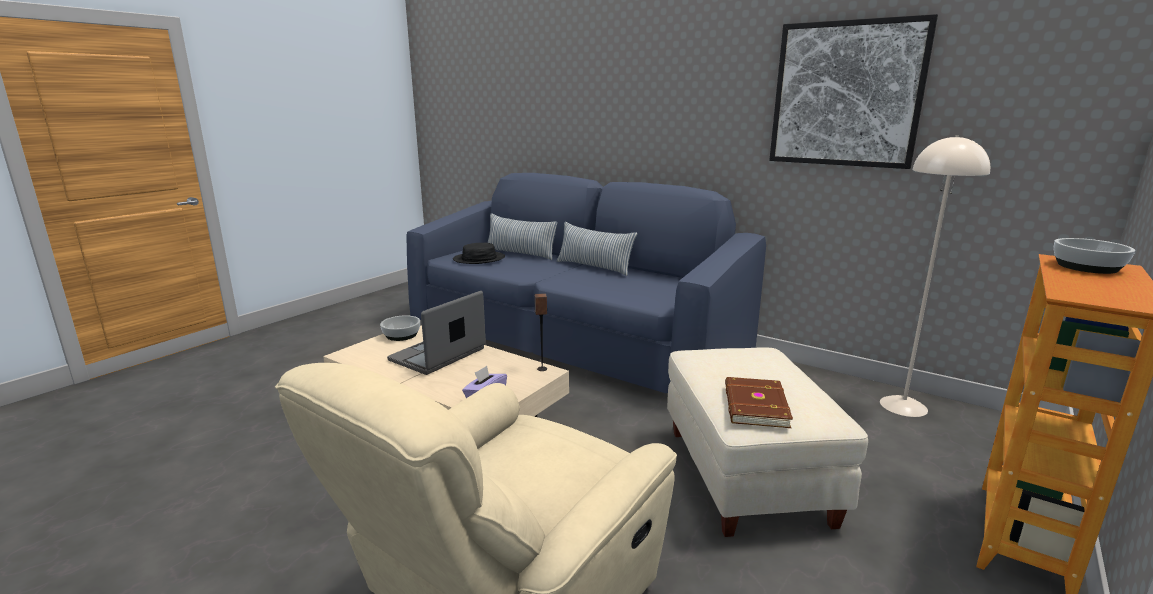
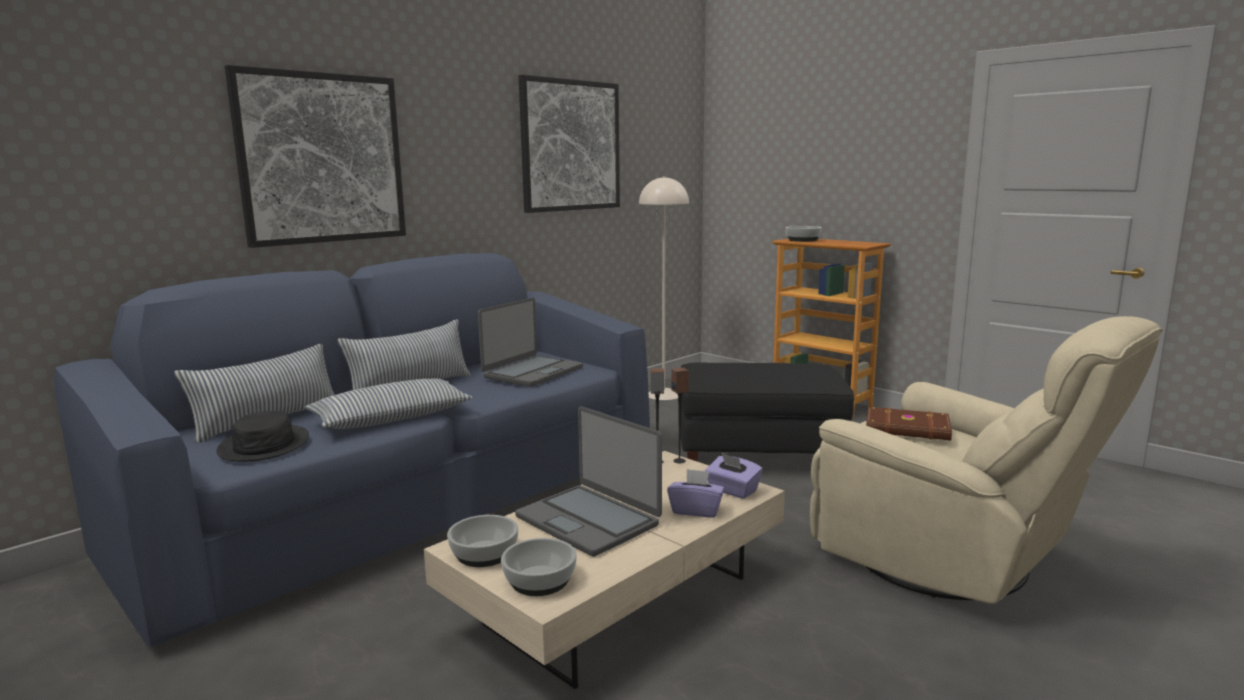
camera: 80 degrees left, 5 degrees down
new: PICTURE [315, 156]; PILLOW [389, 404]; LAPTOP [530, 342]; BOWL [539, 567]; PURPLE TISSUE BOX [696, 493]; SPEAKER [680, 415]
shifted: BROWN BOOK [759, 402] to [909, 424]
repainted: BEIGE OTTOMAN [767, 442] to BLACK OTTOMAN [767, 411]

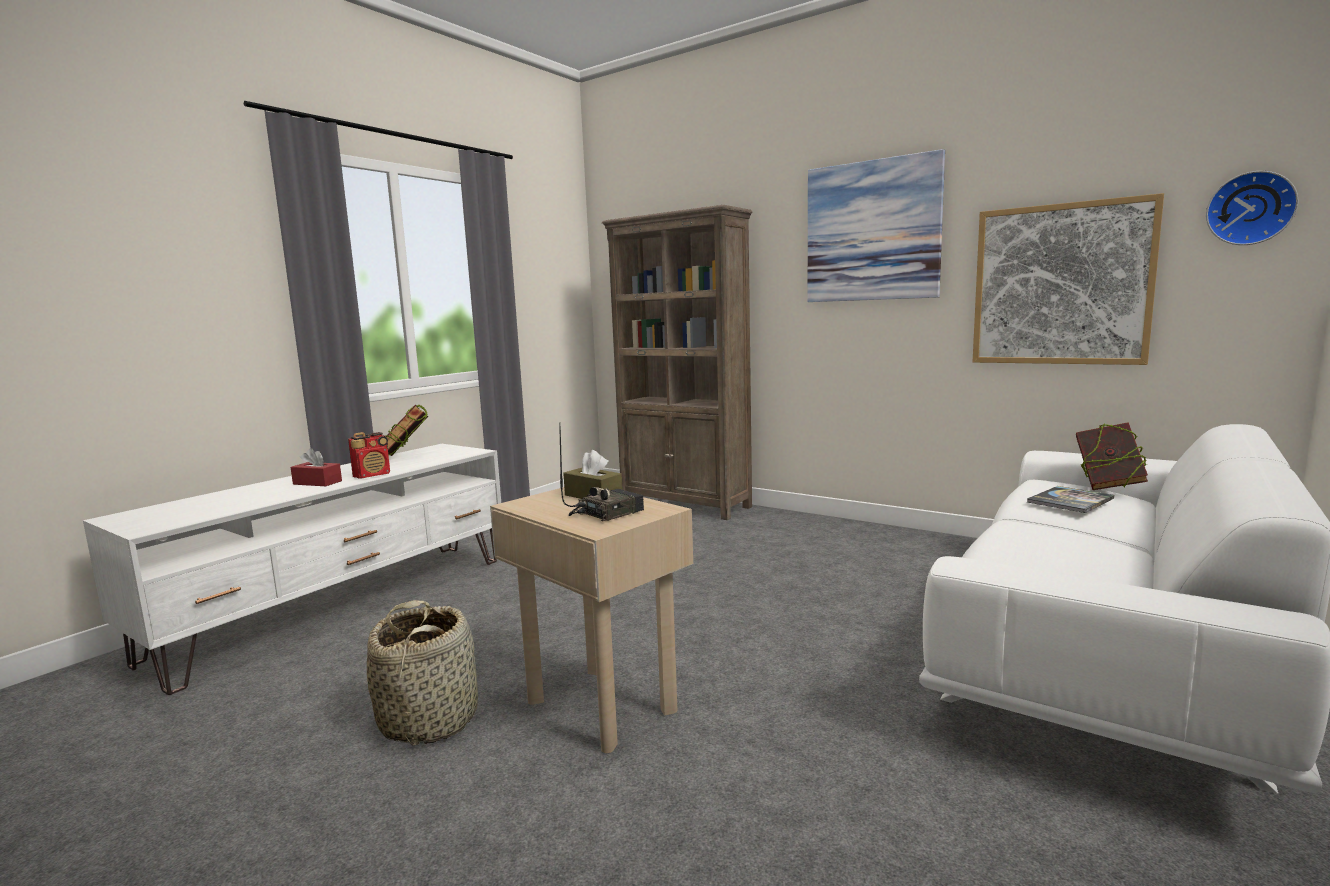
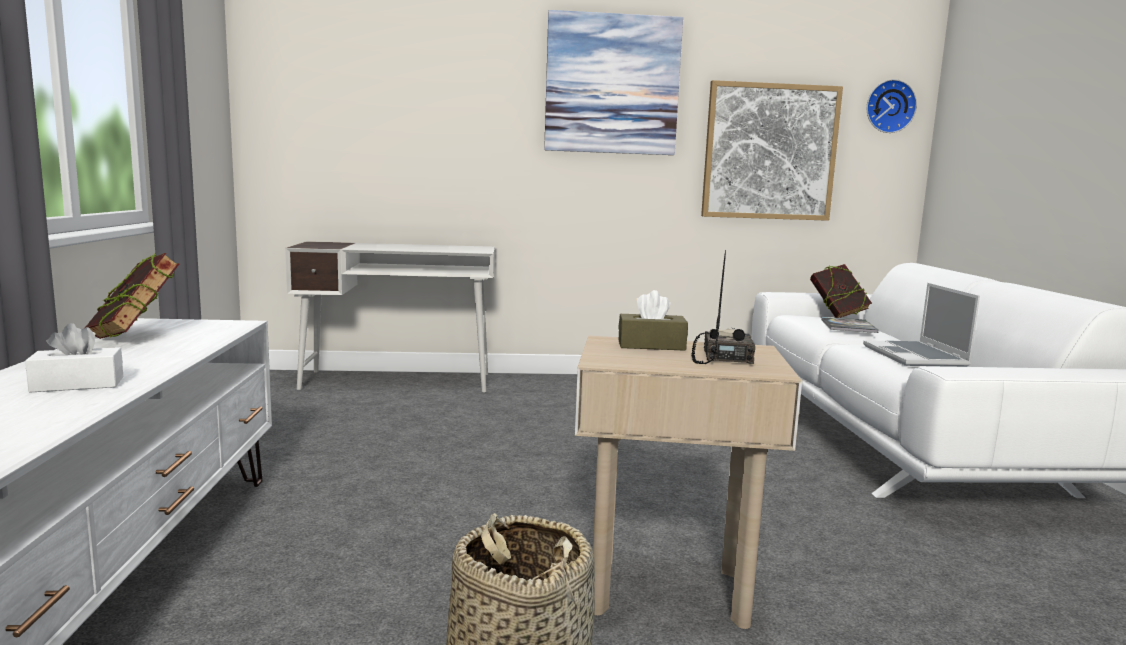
camera: 40 degrees left, 0 degrees up
gone: RADIO [369, 455]
new: LAPTOP [921, 325]
swapped: BROWN BOOKCASE [677, 362] to WHITE DESK [390, 316]
repainted: RED TISSUE BOX [316, 467] to WHITE TISSUE BOX [74, 357]

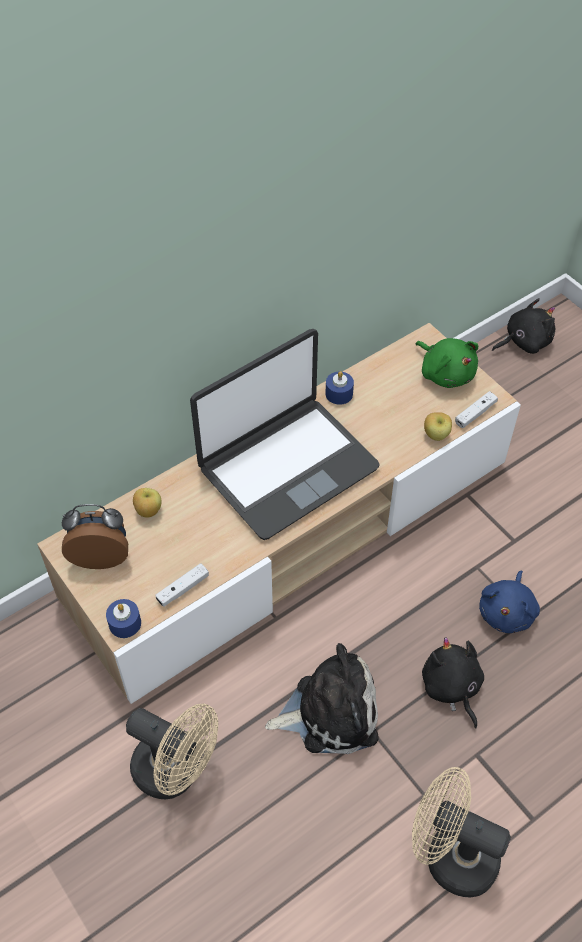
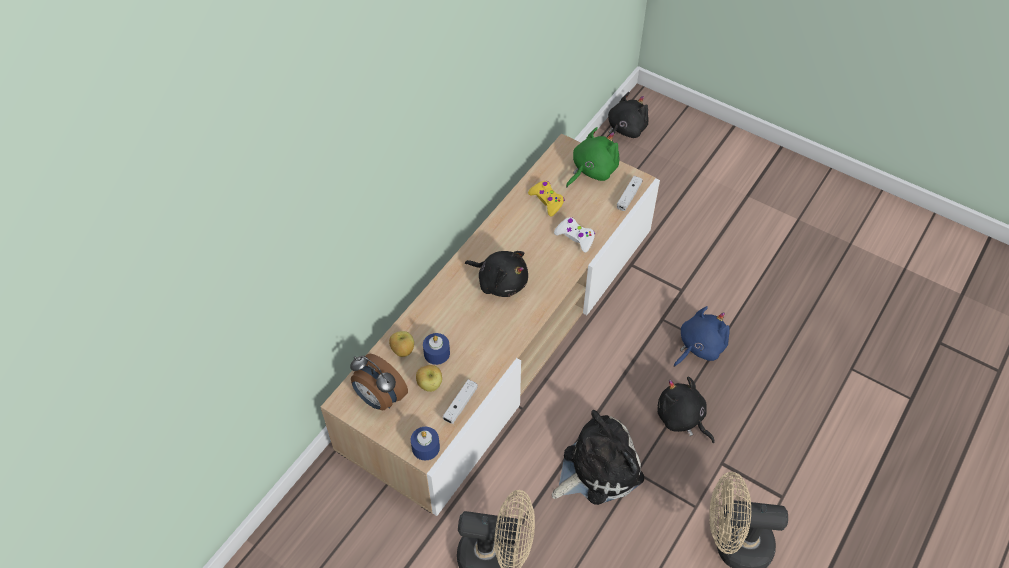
camera: 20 degrees left, 0 degrees up
new: YELLOW GAME CONTROLLER [546, 199]; WHITE GAME CONTROLLER [574, 235]
shifted: BLUE CANDLE [339, 388] to [436, 349]; APPLE [438, 426] to [429, 378]
swapped: LAPTOP [285, 434] to BLACK PLUSH TOY [496, 274]
rotated: ALARM CLOCK [95, 536] = [379, 382] 120 degrees counterclockwise; GREEN PLUSH TOY [447, 363] = [592, 157] 75 degrees counterclockwise; BLUE PLUSH TOY [509, 602] = [702, 336] 135 degrees counterclockwise

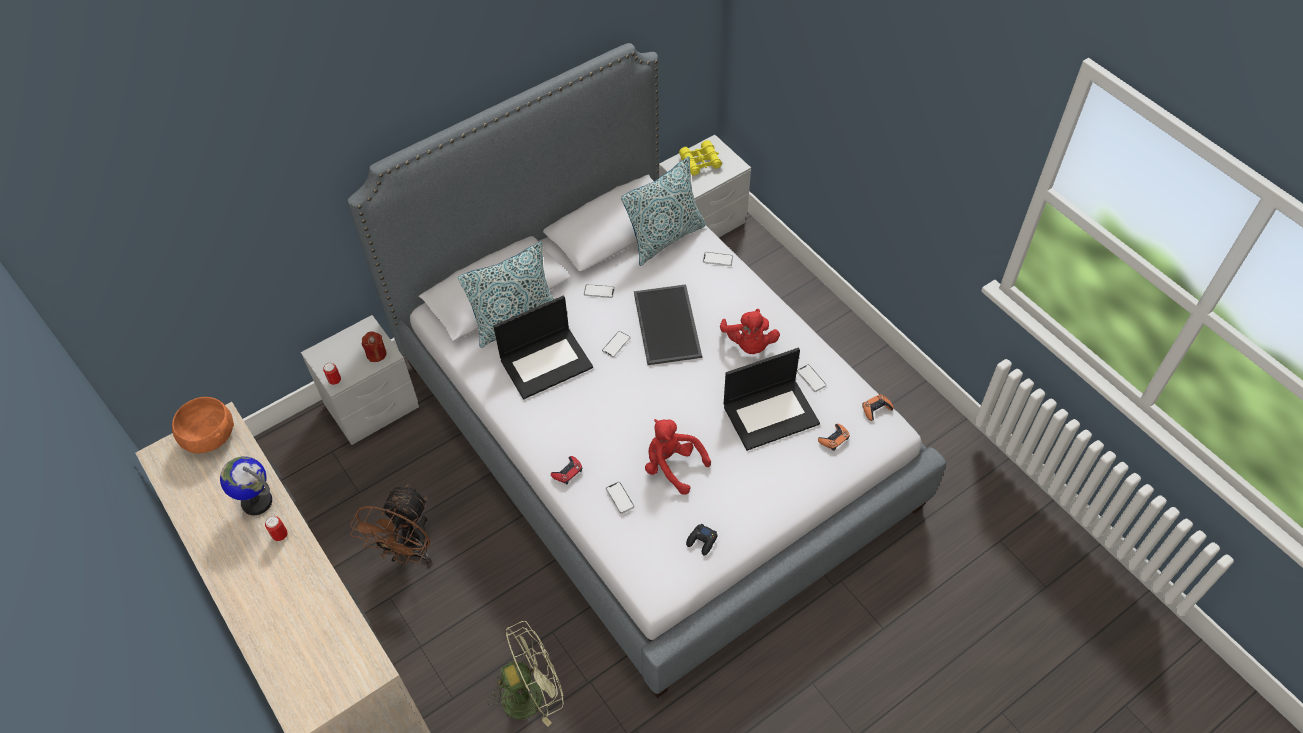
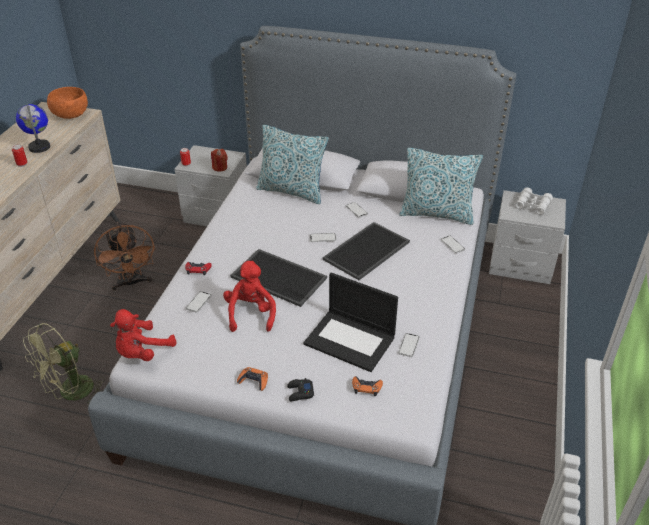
camera: 50 degrees right, 15 degrees down
gone: LAPTOP [543, 347]
new: TRAY [278, 278]
shifted: BLACK GAME CONTROLLER [702, 539] to [300, 389]; RED PLUSH TOY [750, 331] to [143, 335]; ORANGE GAME CONTROLLER [878, 407] to [252, 379]
repainted: YELLOW BINOCULARS [700, 158] to WHITE BINOCULARS [534, 201]
rotated: BROWN FAN [391, 524] = [124, 256] 90 degrees counterclockwise; GREEN FAN [525, 673] = [64, 363] 105 degrees clockwise

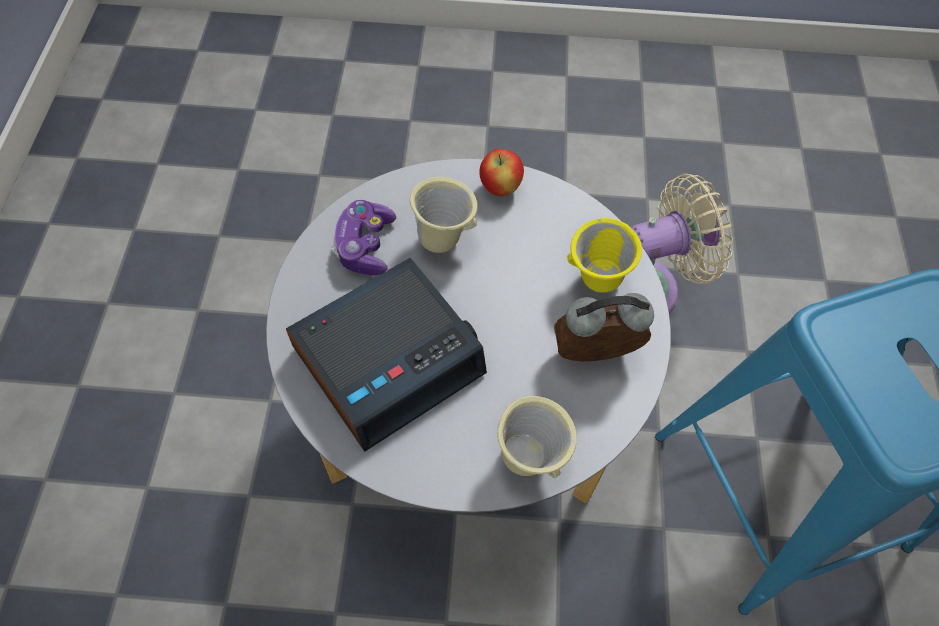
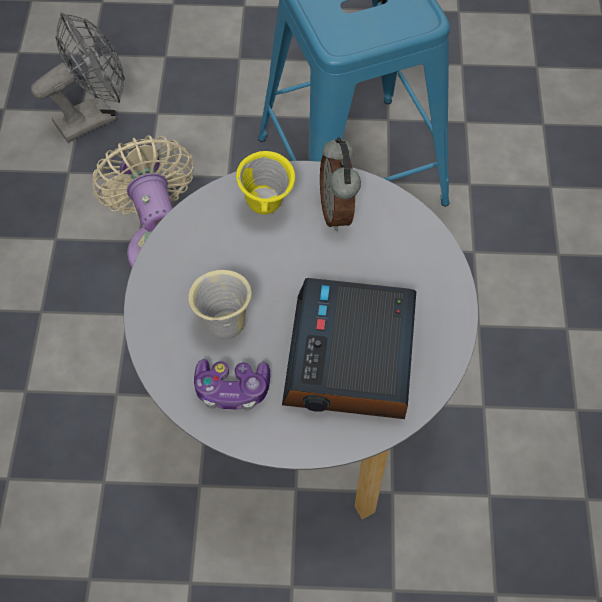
camera: 90 degrees left, 0 degrees up
gone: APPLE [501, 172]; BEIGE MUG [537, 437]
new: GREY FAN [78, 78]
rotated: ALARM CLOCK [386, 355] = [349, 348] 135 degrees counterclockwise

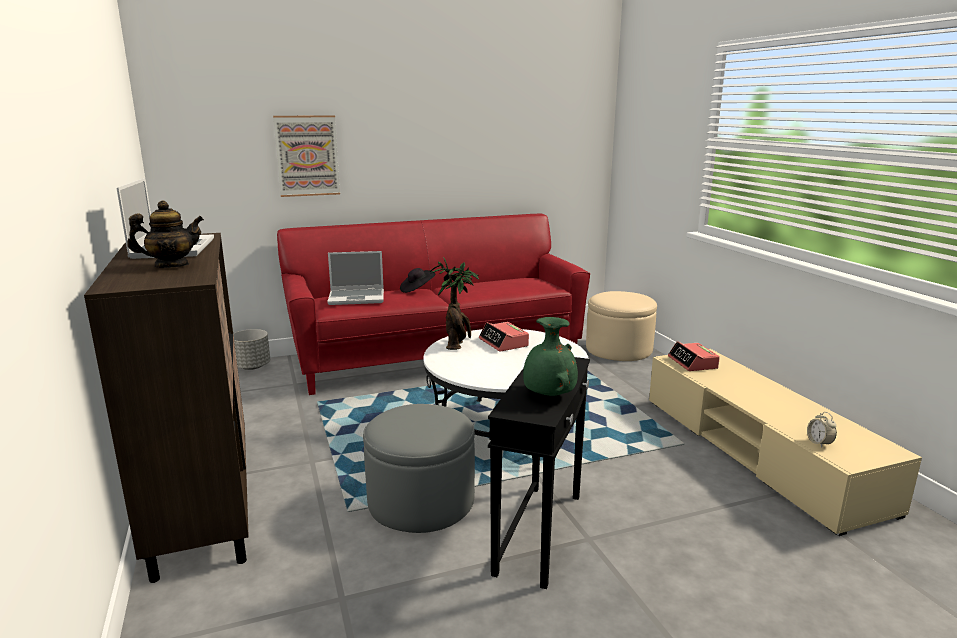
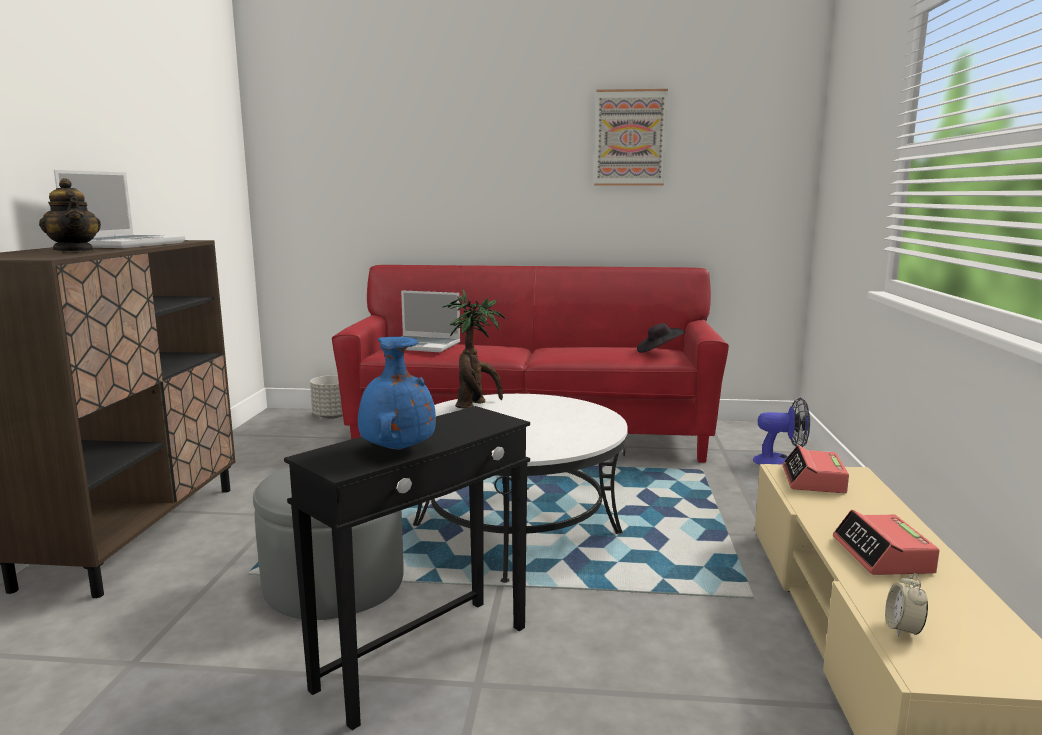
camera: 25 degrees right, 5 degrees down
shifted: PICTURE [306, 156] to [631, 137]; BLACK HAT [418, 280] to [661, 338]; ALARM CLOCK [504, 337] to [886, 542]
swapped: BEIGE OTTOMAN [621, 326] to FAN [781, 431]
repainted: GREEN VASE [550, 356] to BLUE VASE [397, 393]
rotated: TEAPOT [165, 234] = [70, 214] 45 degrees clockwise

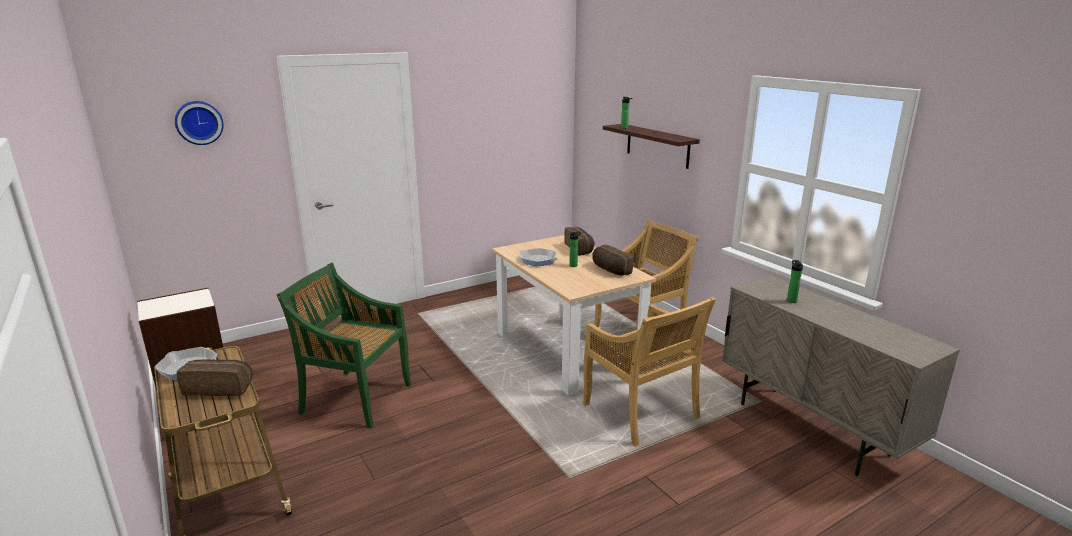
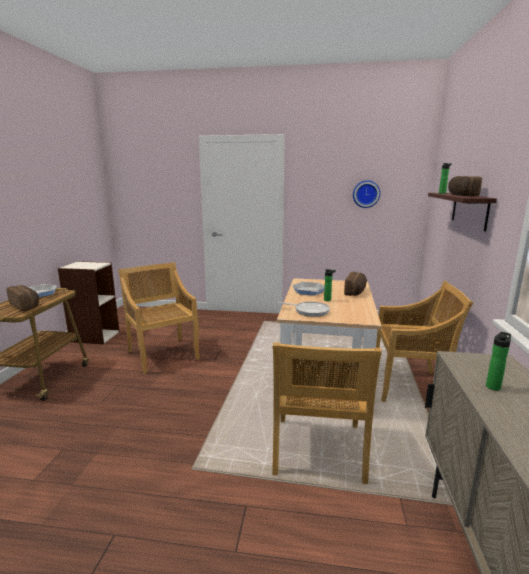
camera: 40 degrees right, 5 degrees down
new: FRYING PAN [304, 309]
shifted: WALL CLOCK [199, 123] to [366, 194]; BREAD [612, 260] to [465, 186]
repainted: GREEN CHAIR [343, 345] to BEIGE CHAIR [159, 318]

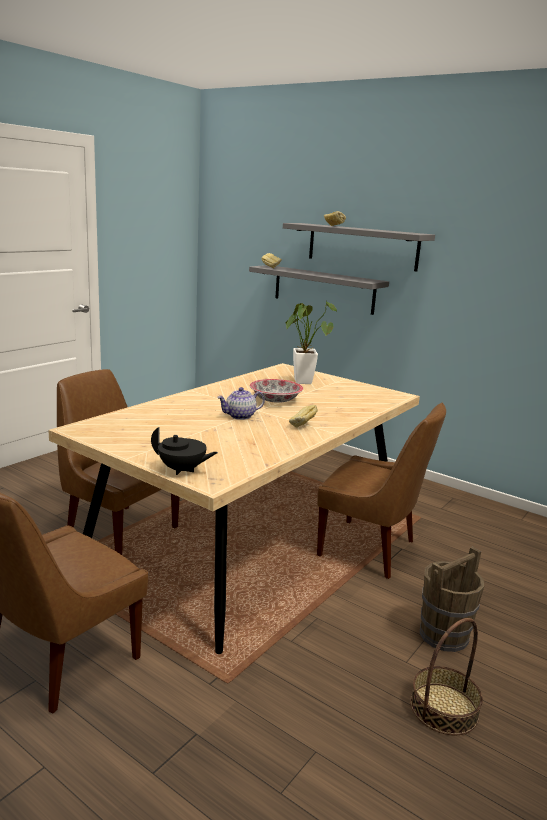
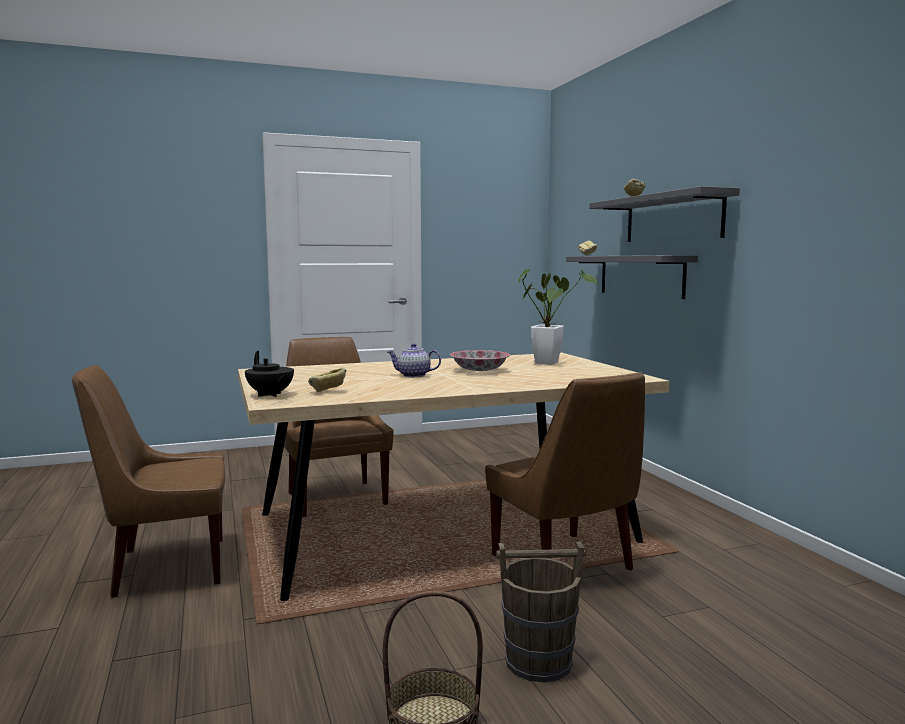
camera: 35 degrees right, 10 degrees down
shifted: BREAD [303, 416] to [327, 380]

